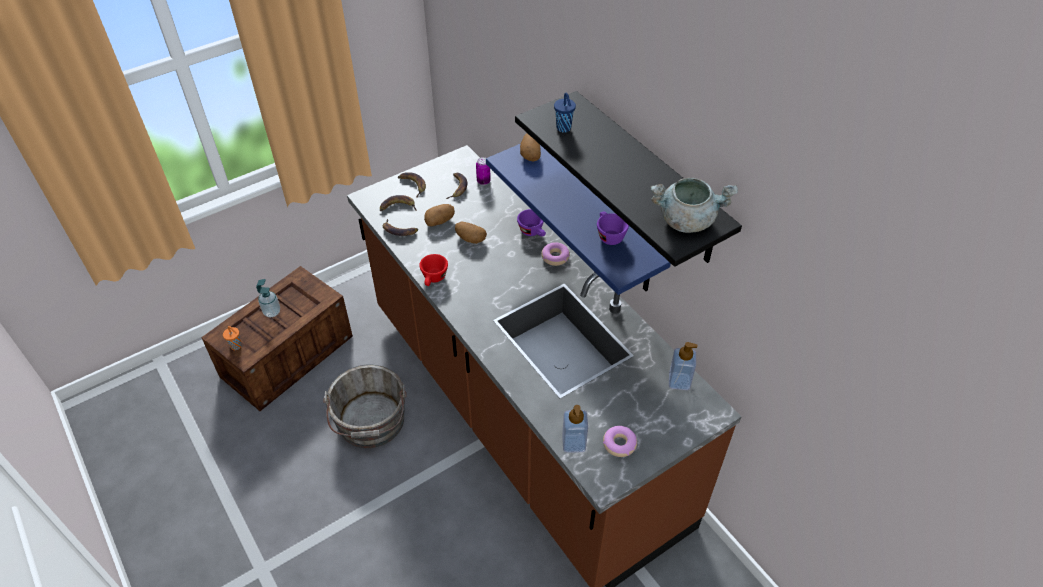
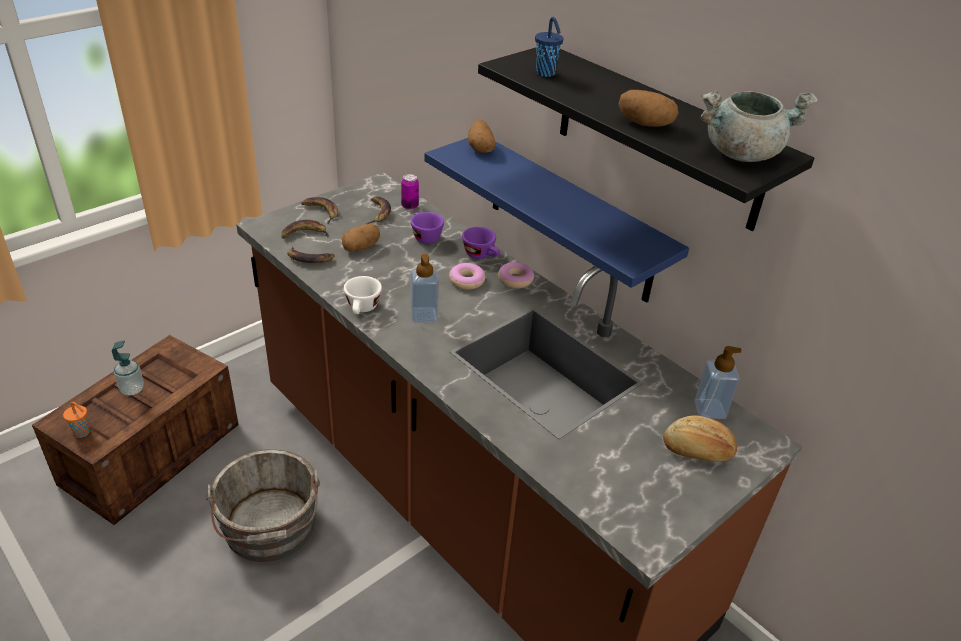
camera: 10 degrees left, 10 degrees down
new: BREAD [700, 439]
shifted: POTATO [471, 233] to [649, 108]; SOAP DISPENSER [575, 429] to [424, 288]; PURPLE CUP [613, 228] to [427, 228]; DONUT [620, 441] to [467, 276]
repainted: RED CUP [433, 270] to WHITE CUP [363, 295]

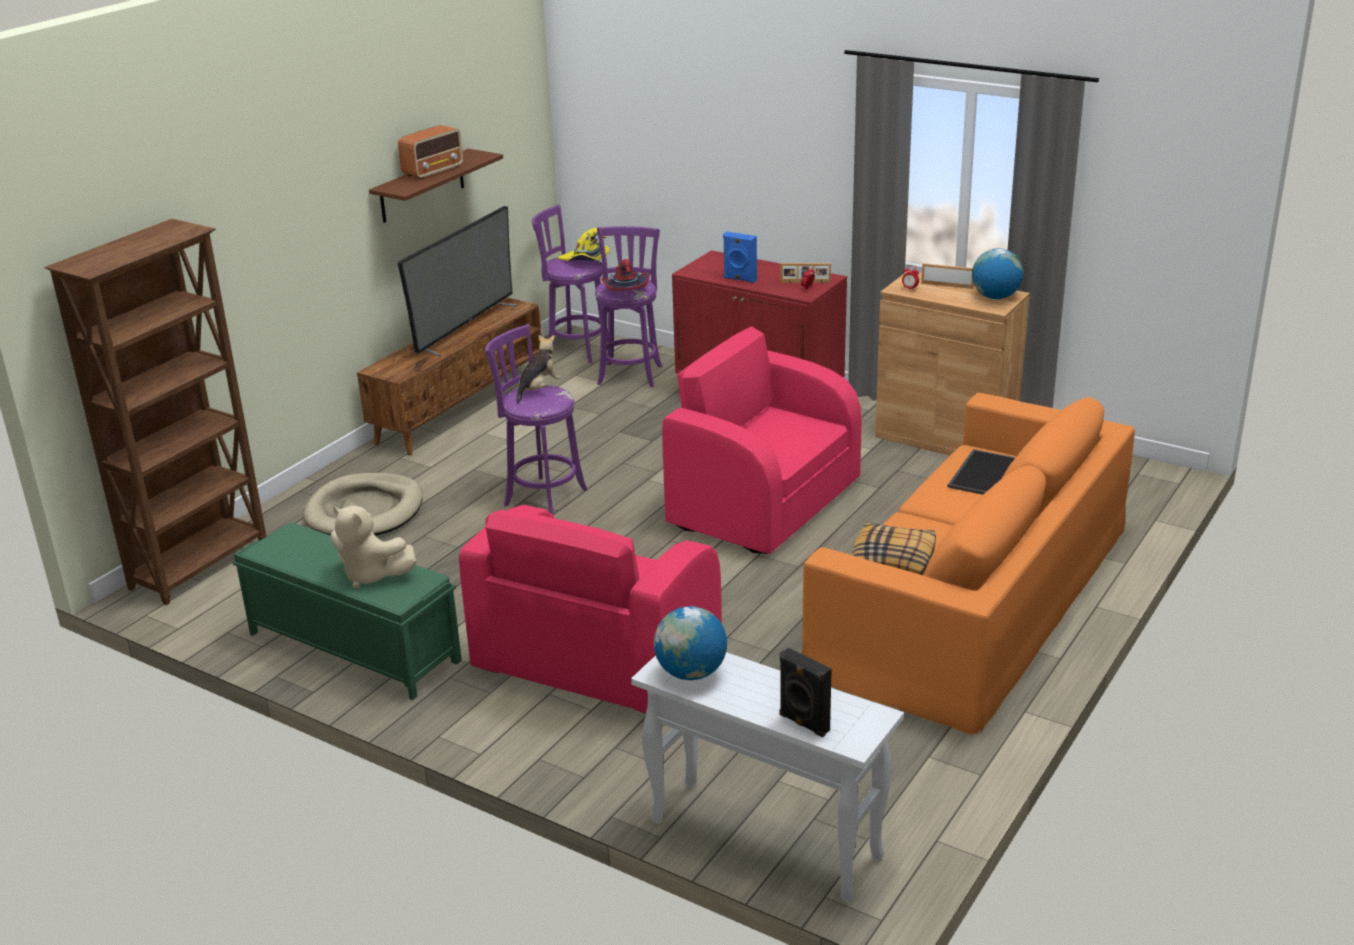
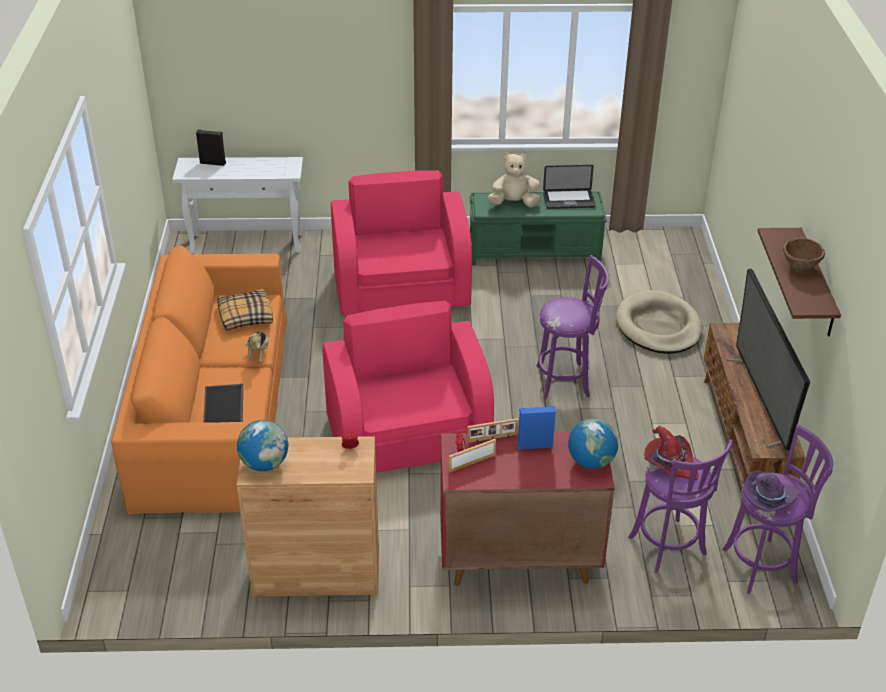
camera: 145 degrees right, 10 degrees up
gone: BROWN BOOKCASE [155, 412]
new: LAPTOP [569, 187]
shifted: PLUSH TOY [538, 369] to [257, 346]; GLOBE [690, 643] to [593, 444]; PICTURE FRAME [947, 276] to [492, 430]
swapped: RADIO [430, 152] to BROWN BOWL [804, 255]
repainted: YELLOW HAT [583, 244] to PURPLE HAT [771, 491]
rotated: PINK ARMCHAIR [762, 440] = [408, 387] 105 degrees counterclockwise

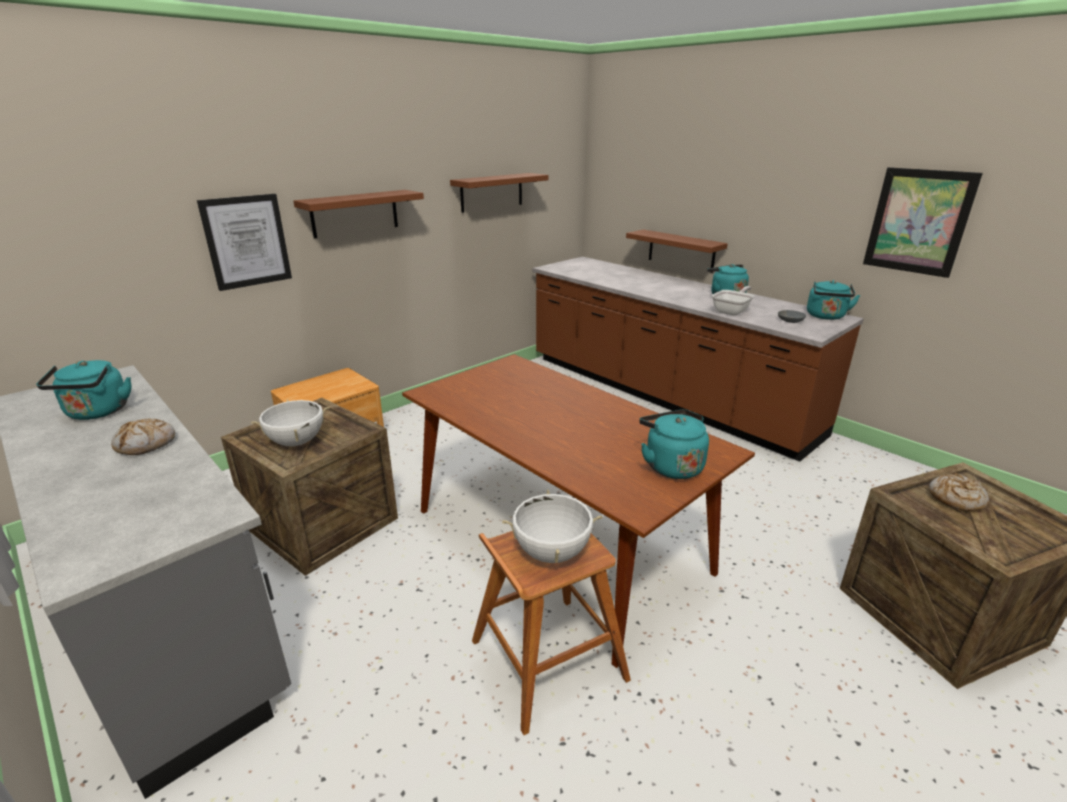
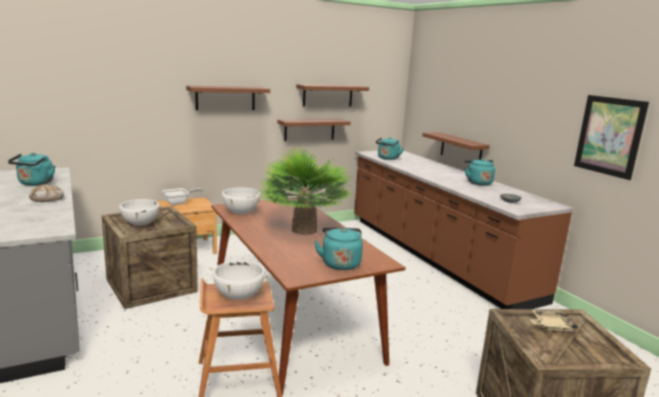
camera: 15 degrees right, 10 degrees down
gone: PICTURE [244, 242]
new: WHITE COOKING POT [241, 200]; POTTED PLANT [307, 190]; BROWN SHELF [314, 130]
shifted: FRYING PAN [733, 301] to [182, 196]; TURQUOISE KETTLE [834, 300] to [390, 148]
swapped: BREAD [959, 492] to BEIGE TRAY [554, 321]

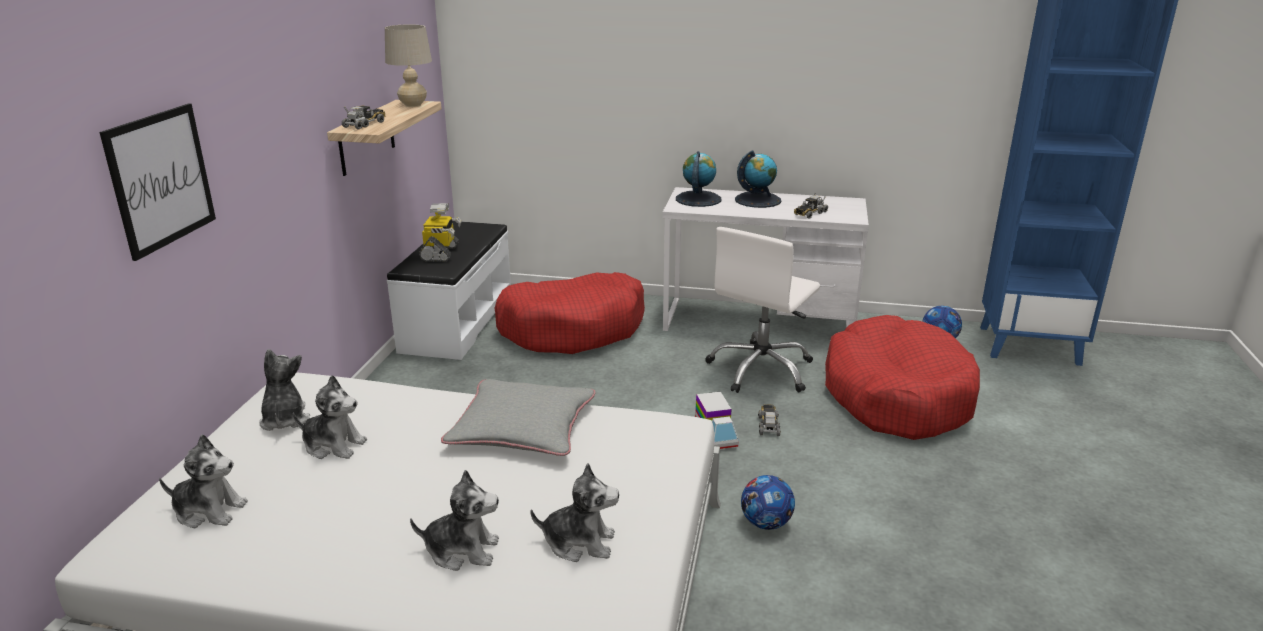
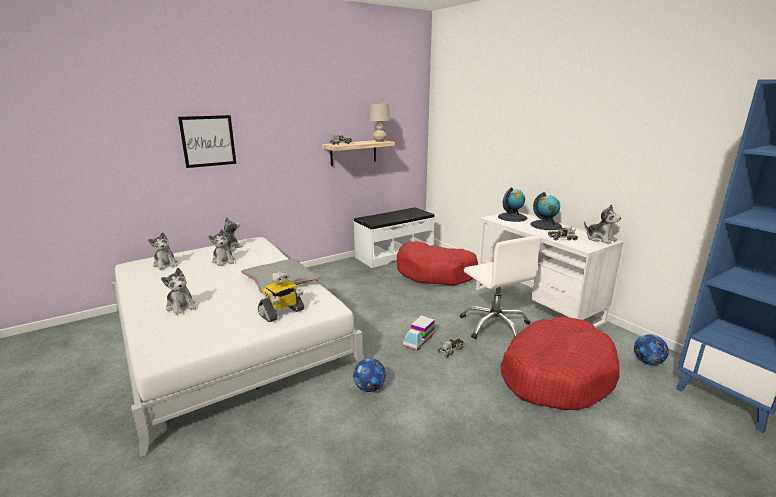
camera: 45 degrees right, 5 degrees down
shifted: TOY ROBOT [440, 232] to [281, 296]; PLUSH TOY [574, 512] to [602, 224]
rotated: WHITE OFFICE CHAIR [762, 310] = [501, 287] 105 degrees counterclockwise

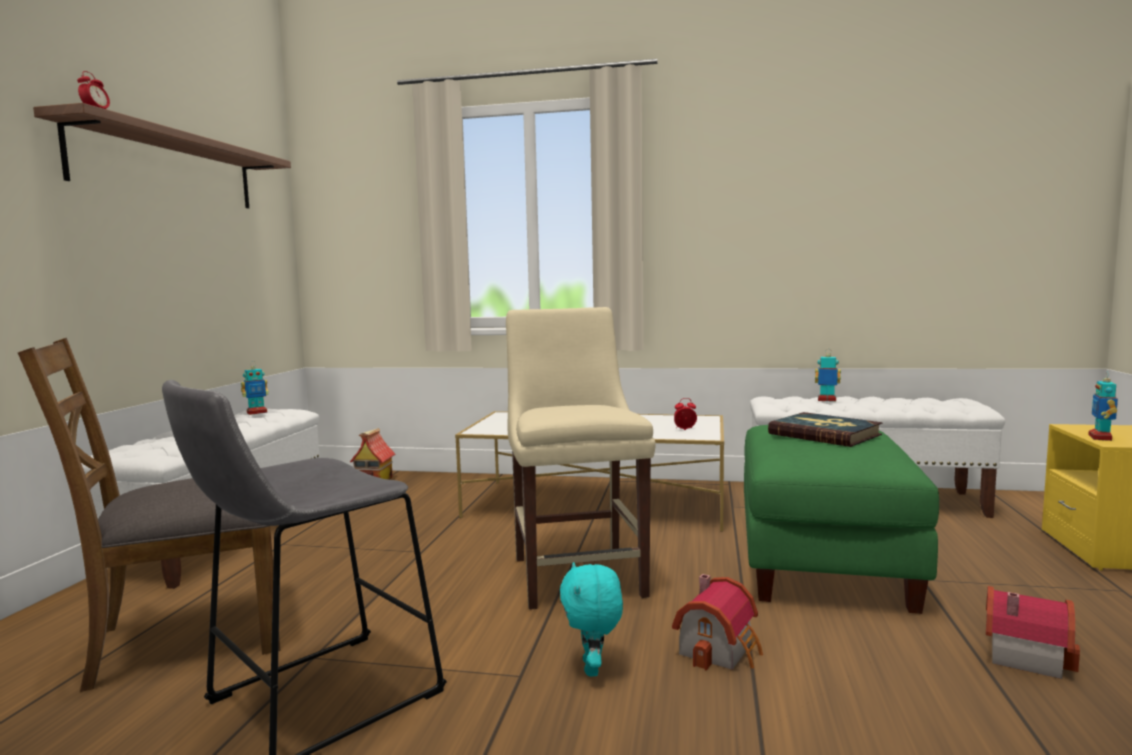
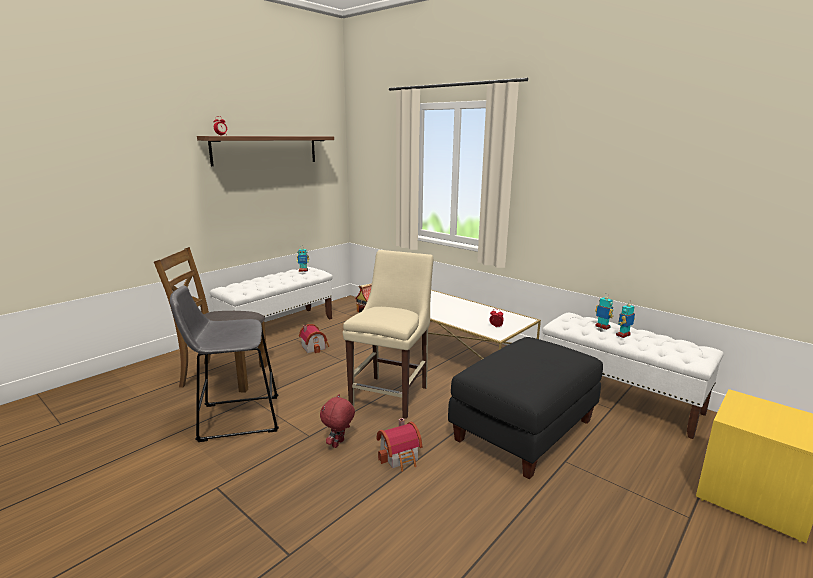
camera: 30 degrees right, 10 degrees up
gone: BOOK [825, 429]
shifted: TOY HOUSE [1033, 632] to [314, 338]; TOY ROBOT [1103, 406] to [625, 319]
repainted: TURQUOISE PLUSH TOY [591, 619] to RED PLUSH TOY [337, 421]; GREEN OTTOMAN [841, 519] to BLACK OTTOMAN [525, 408]

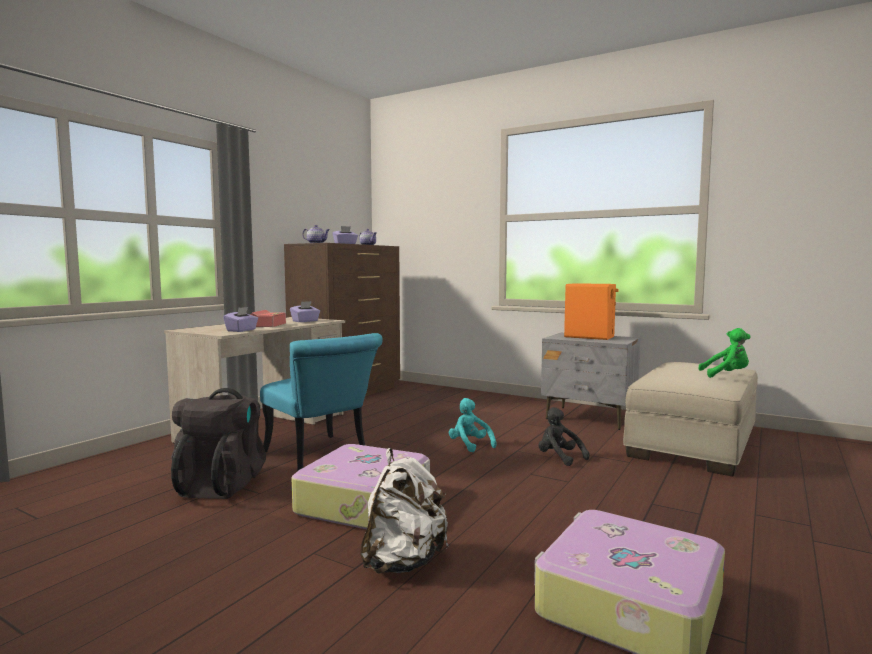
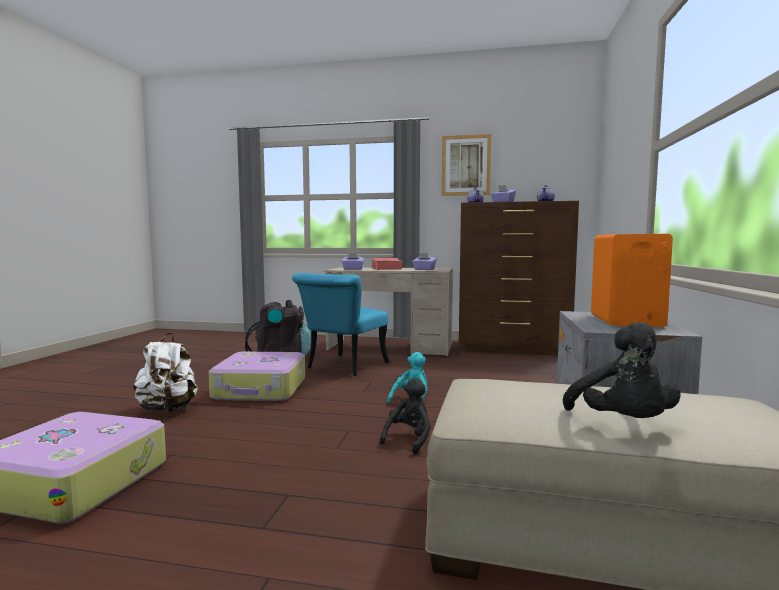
camera: 70 degrees right, 0 degrees up
new: PICTURE [466, 165]
repainted: GREEN PLUSH TOY [724, 353] to BLACK PLUSH TOY [622, 370]

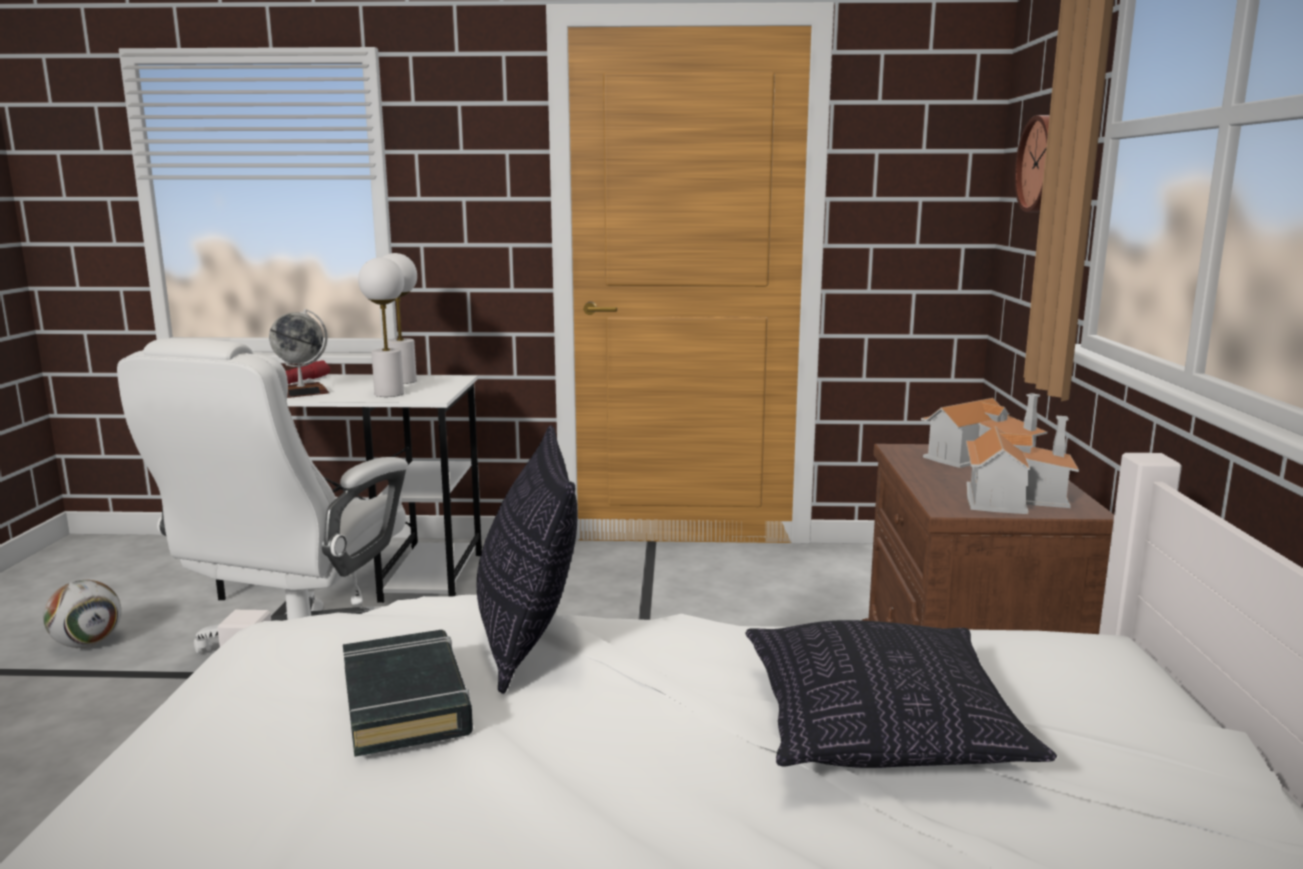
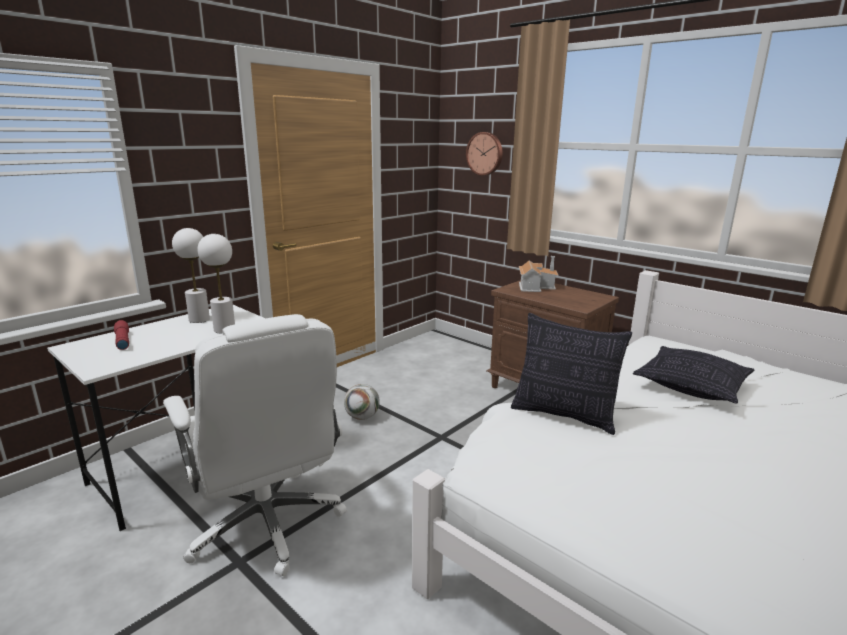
camera: 50 degrees left, 5 degrees up
gone: GLOBE [299, 353]; BLACK BOOK [408, 693]; TOY HOUSE [1022, 465]
shifted: FOOTBALL [82, 614] to [362, 402]

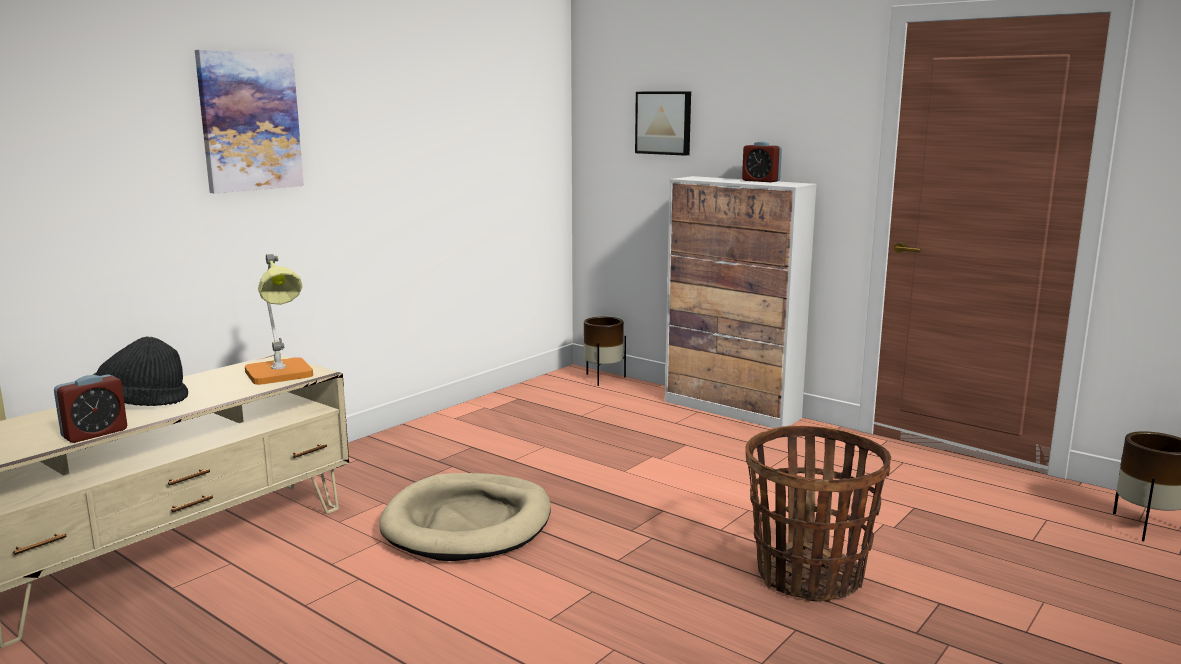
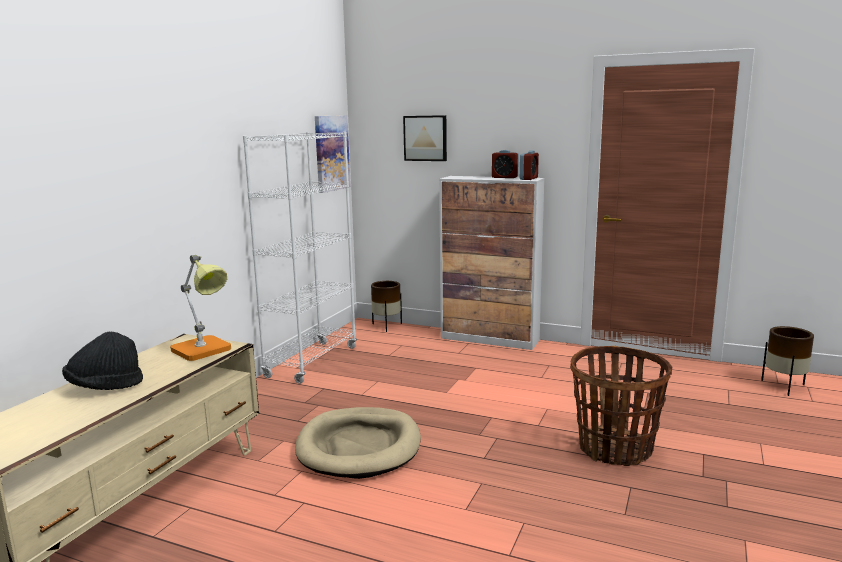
camera: 15 degrees left, 0 degrees up
new: WHITE BOOKCASE [300, 258]
shifted: ALARM CLOCK [90, 408] to [529, 165]; PICTURE [249, 121] to [333, 154]

